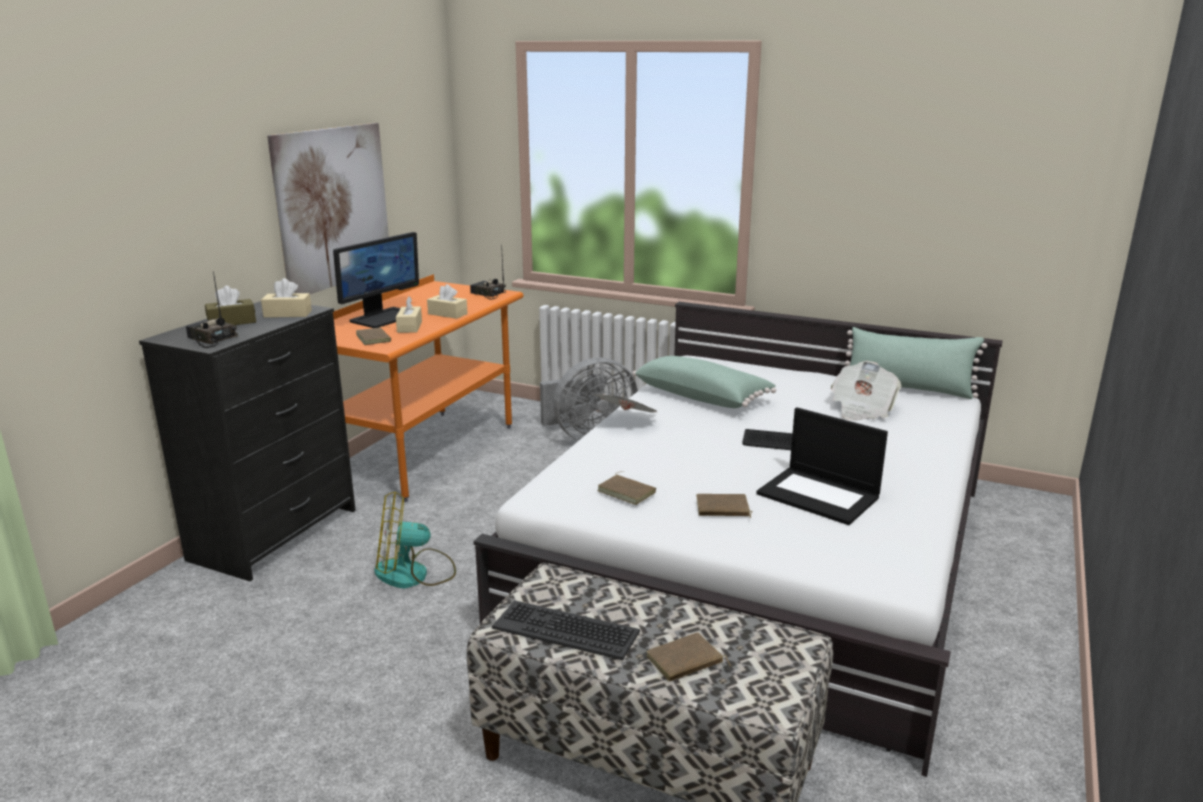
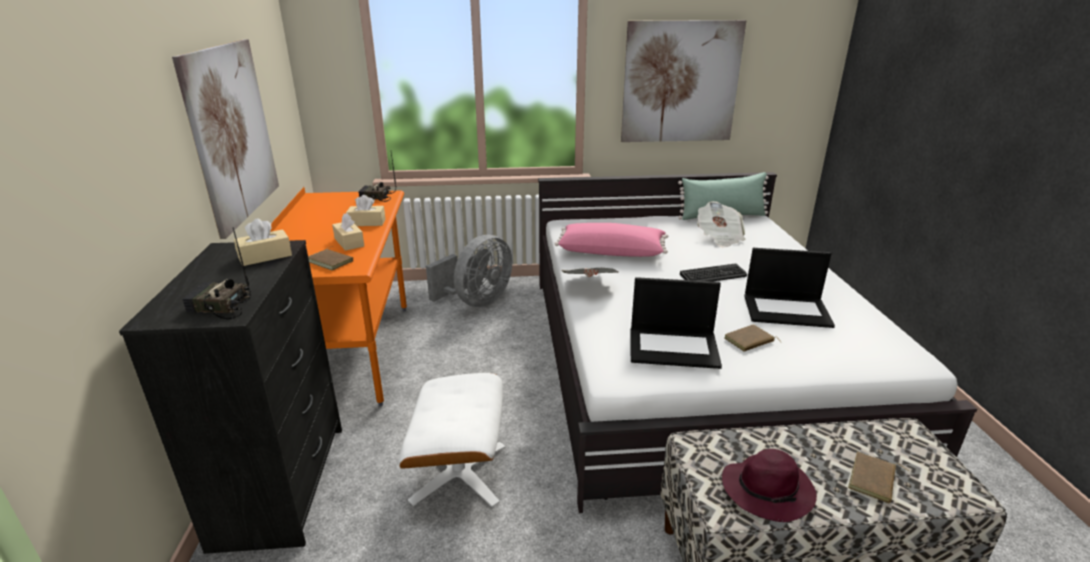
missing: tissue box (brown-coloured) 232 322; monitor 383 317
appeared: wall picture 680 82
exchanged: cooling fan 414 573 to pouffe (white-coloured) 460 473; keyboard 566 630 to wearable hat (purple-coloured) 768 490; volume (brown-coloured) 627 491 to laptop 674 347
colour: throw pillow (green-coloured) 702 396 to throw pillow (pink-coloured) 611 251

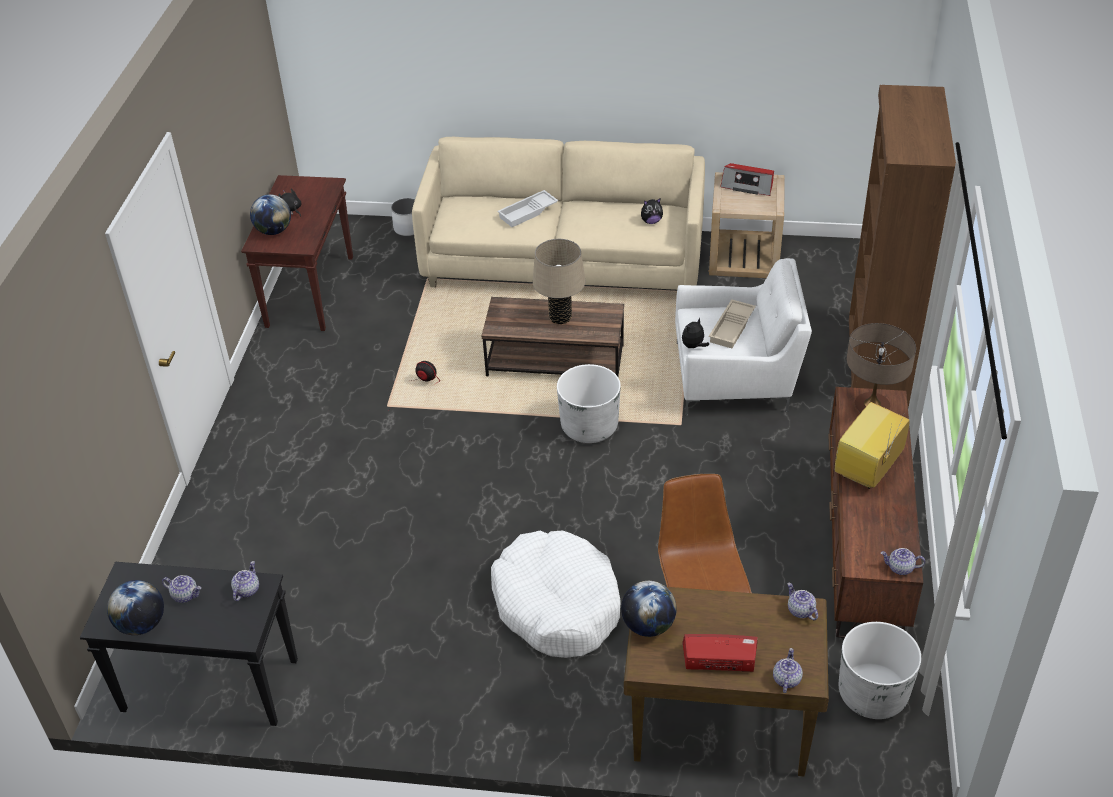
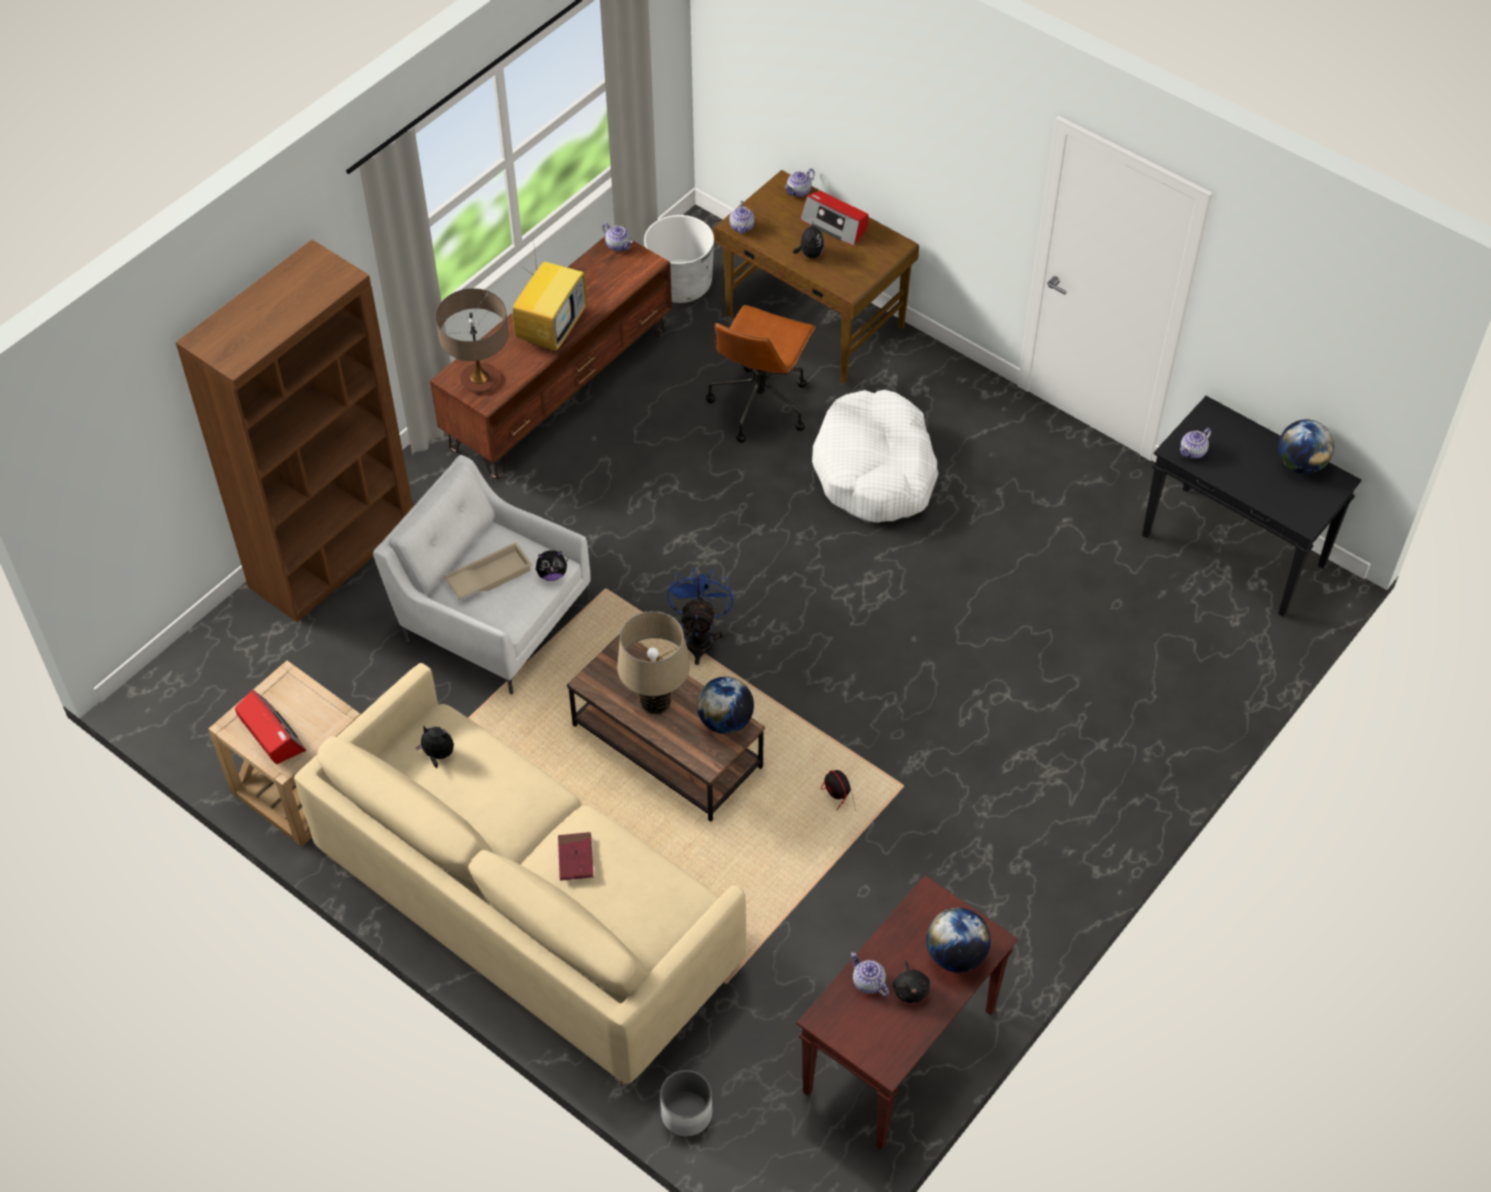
appeared: cuddly toy 809 254
relocated: tea pot 185 595 to 868 982; globe 648 625 to 725 721
exchanged: serving tray (white-coloured) 528 212 to volume (red) 575 858; flower pot (white-coloured) 589 426 to cooling fan (bluish) 700 637
spun: TV 868 470 = 552 328 45 degrees counterclockwise

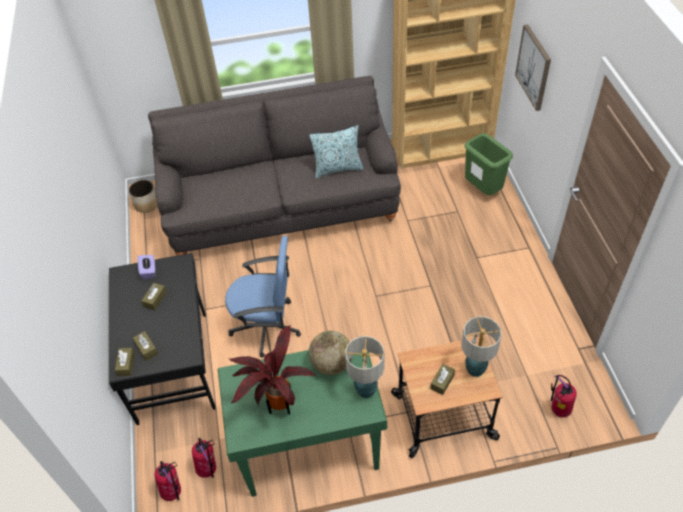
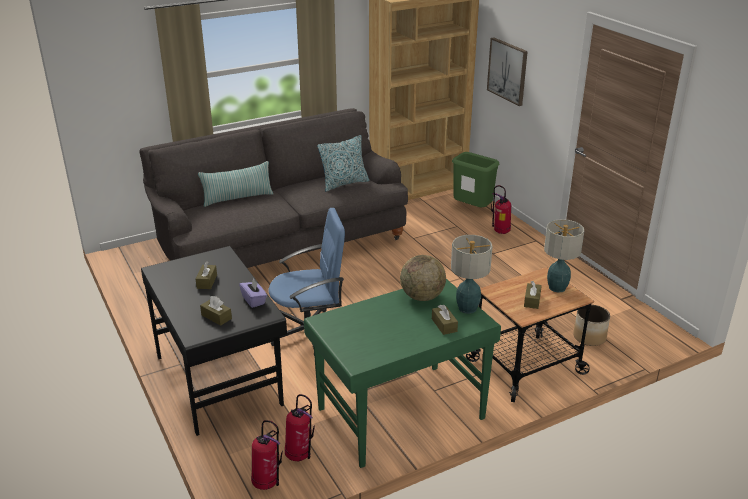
missing: houseplant 278 403
appeared: throw pillow 238 198
relocated: tissue box (brown-coloured) 126 364 to 444 325; flower pot 146 204 to 589 337; tissue box (purple-coloured) 149 271 to 254 300; fire extinguisher 558 410 to 500 232

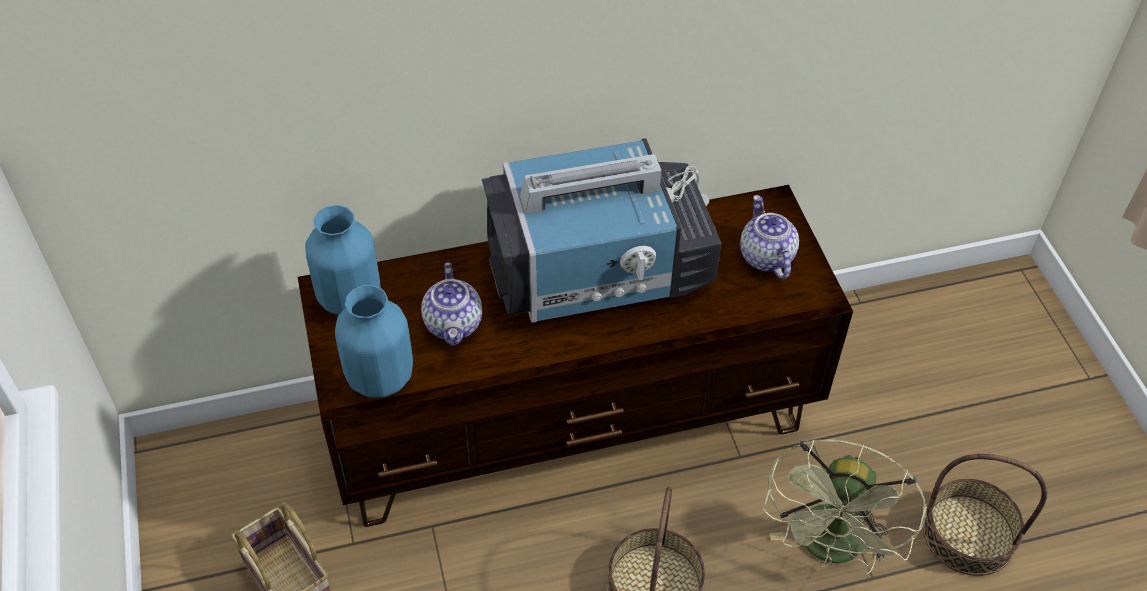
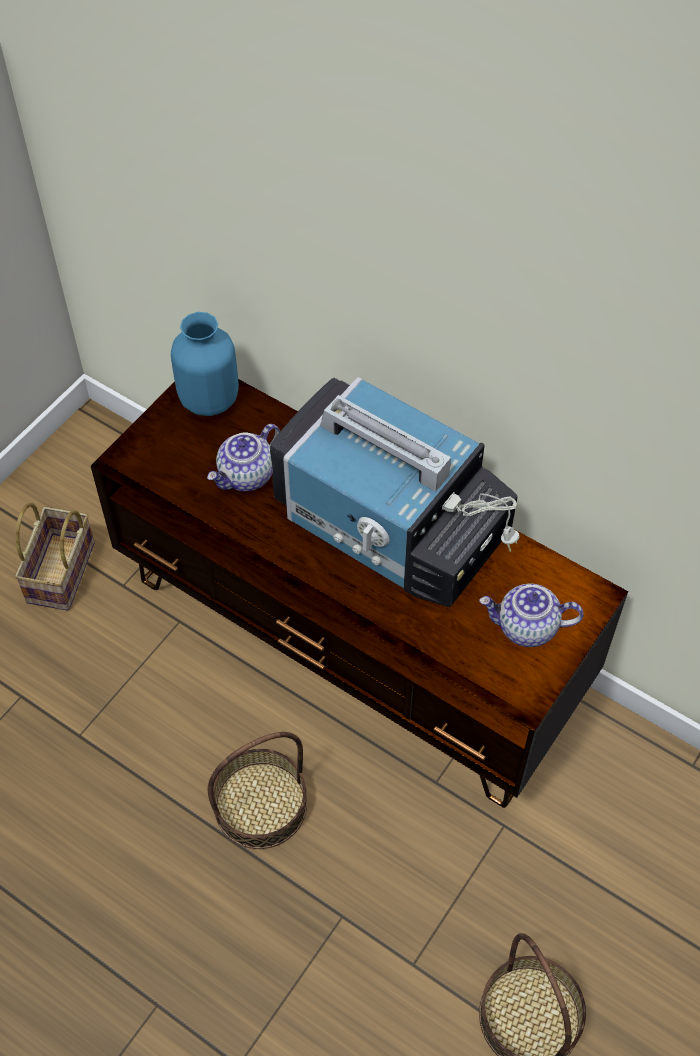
missing: vase (bluish) 379 378; cooling fan (green-coloured) 831 549
spun: tea pot 765 256 = 526 628 120 degrees counterclockwise

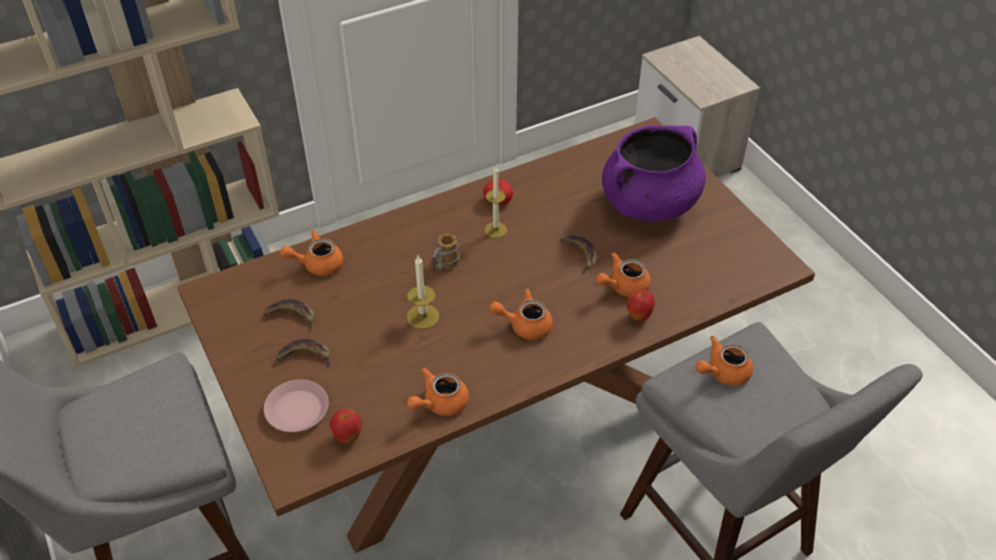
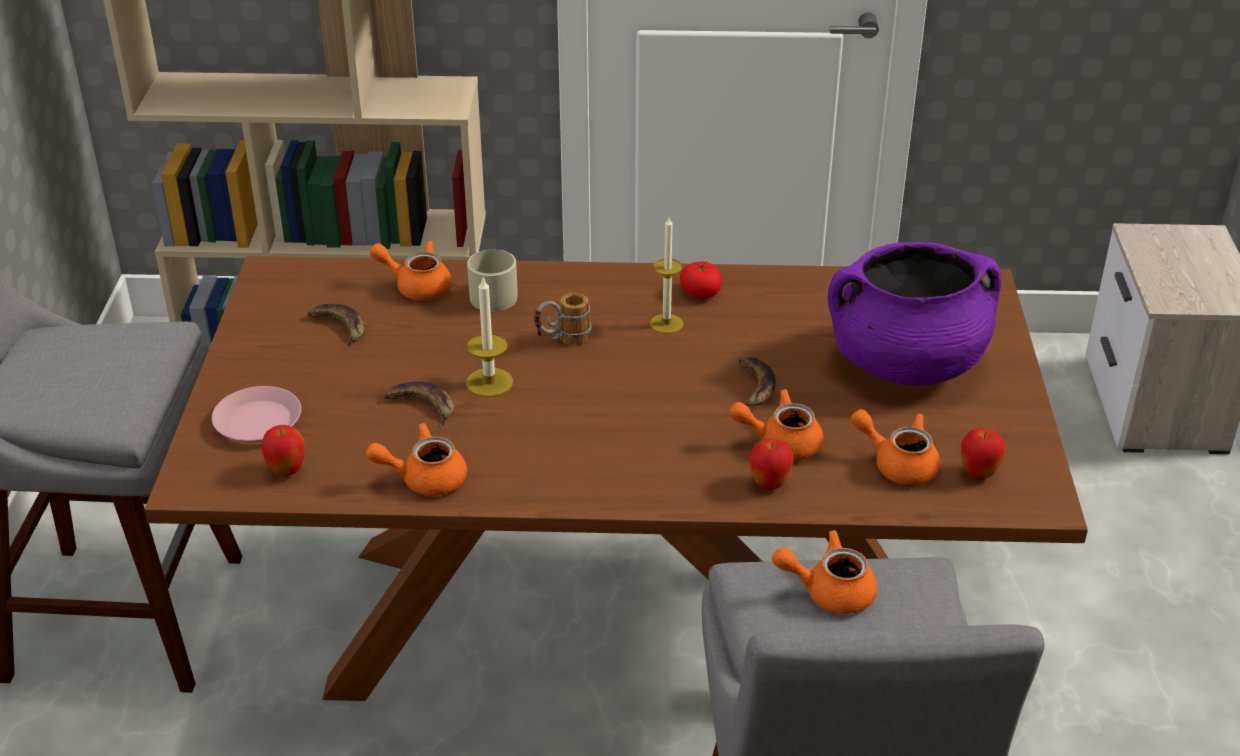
appeared: tea mug (sand-coloured) 495 294; whole apple 978 474
relocated: banana 304 356 to 421 406; tea pot (orange-coloured) 524 325 to 897 464

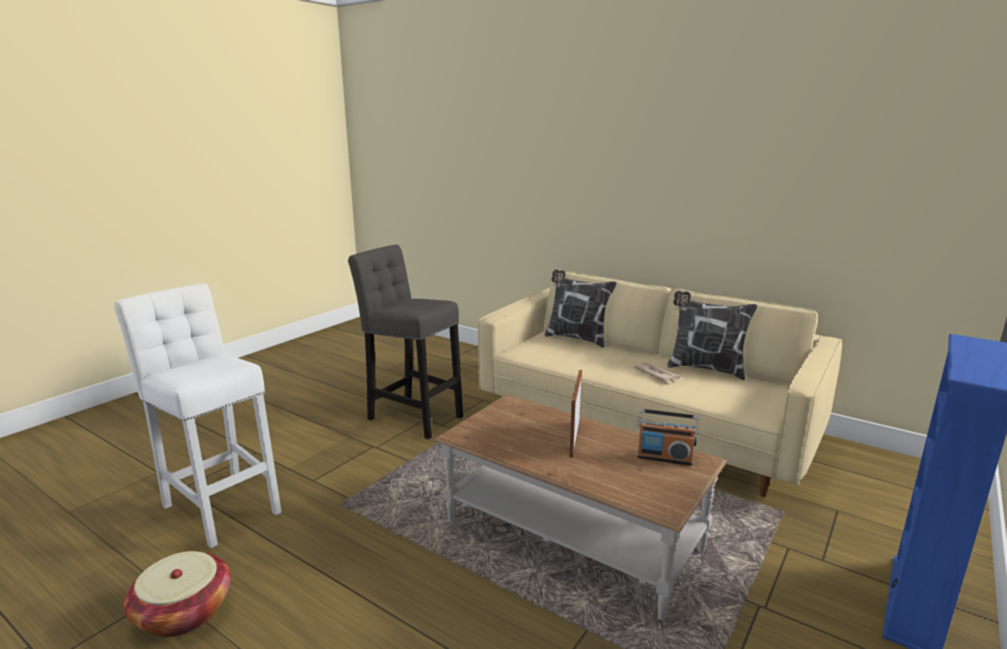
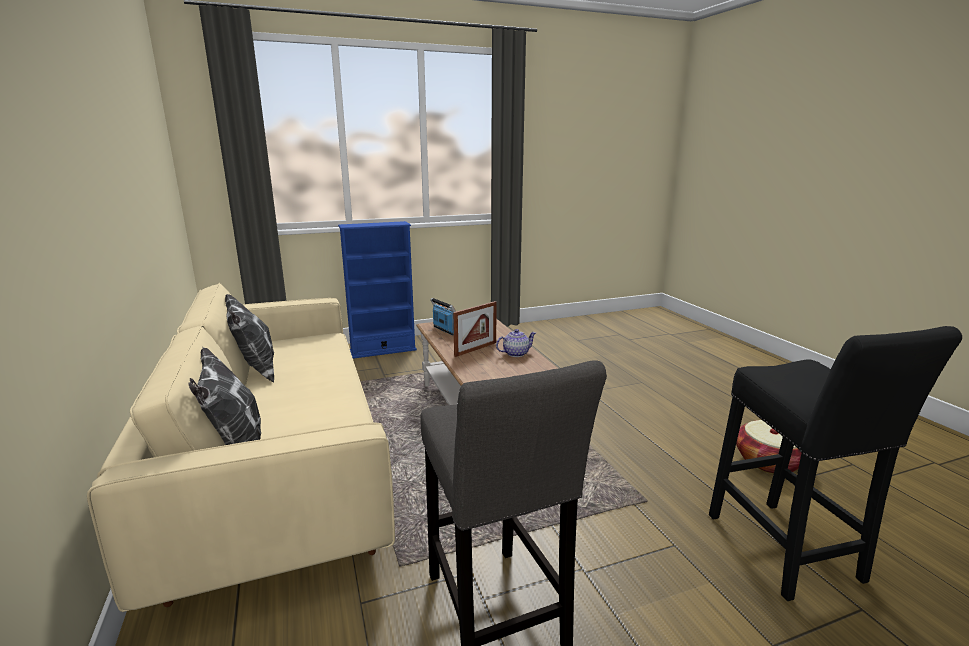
missing: daily paper 657 374
appeared: tea pot 515 353
colour: stool (white-coloured) 220 505 to stool (blackish) 786 552

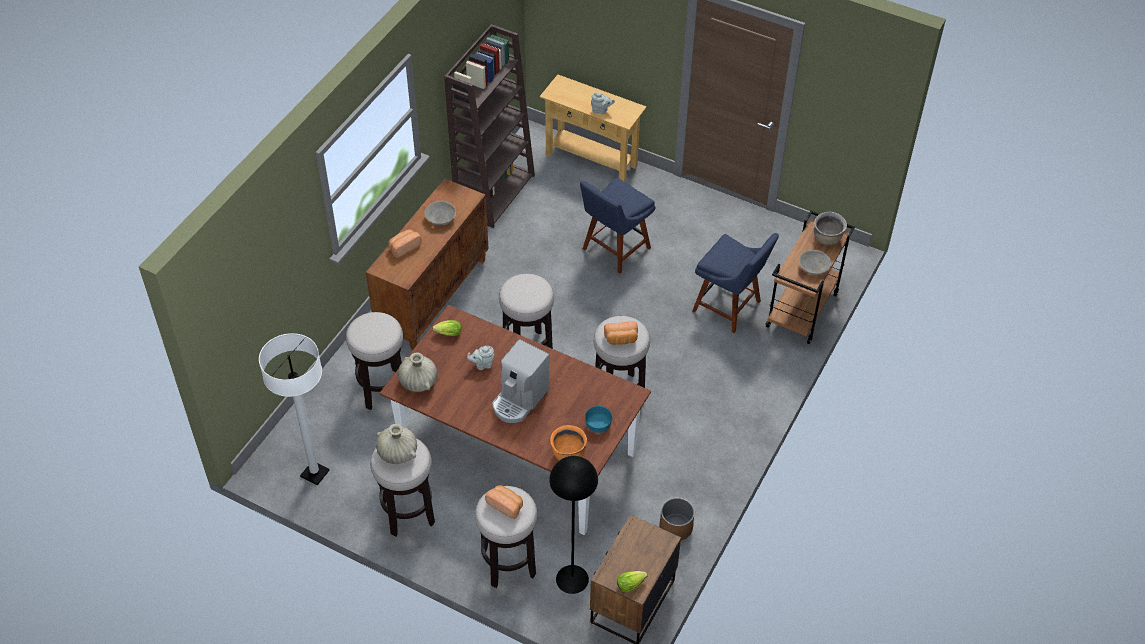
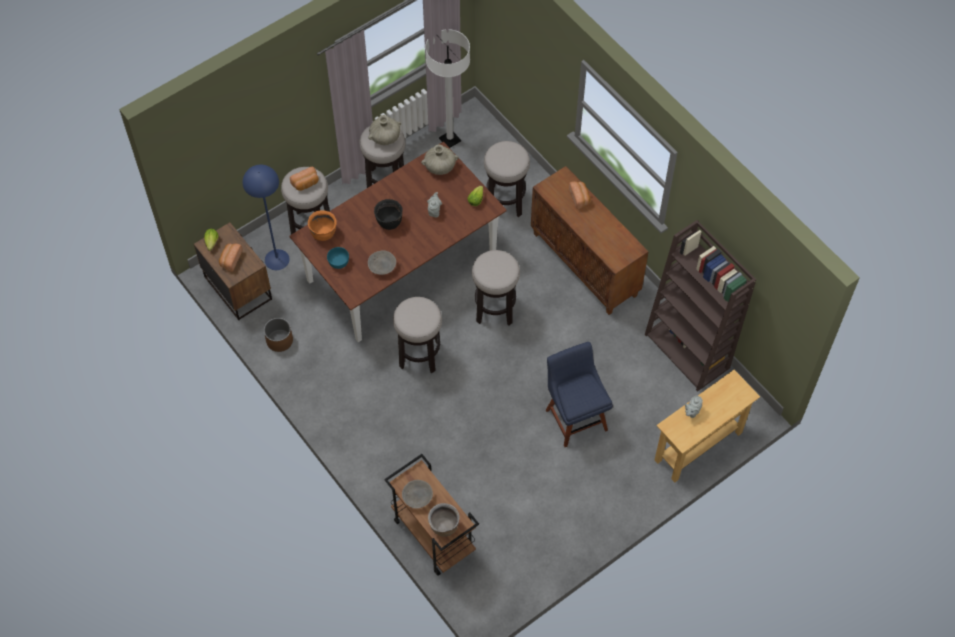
missing: chair (bluish) 729 308
relocated: serving bowl (grey) 440 218 to 382 266; bakery bread 621 339 to 230 260
exchanged: coffee maker 519 399 to stockpot (blackish) 389 222
colour: standard lamp (blackish) 572 579 to standard lamp (bluish) 277 259

